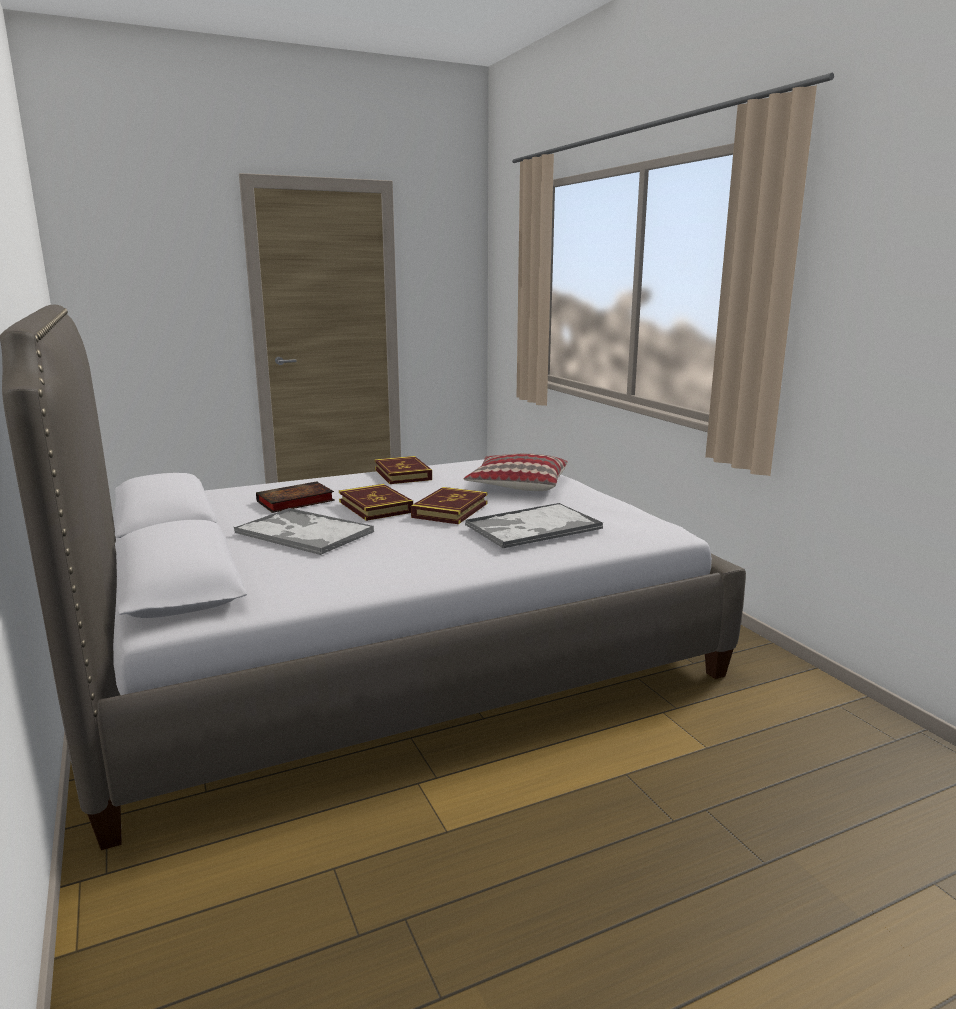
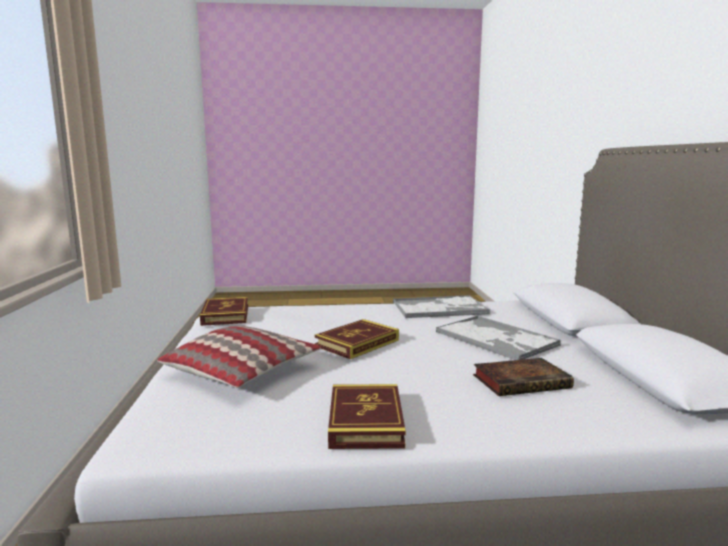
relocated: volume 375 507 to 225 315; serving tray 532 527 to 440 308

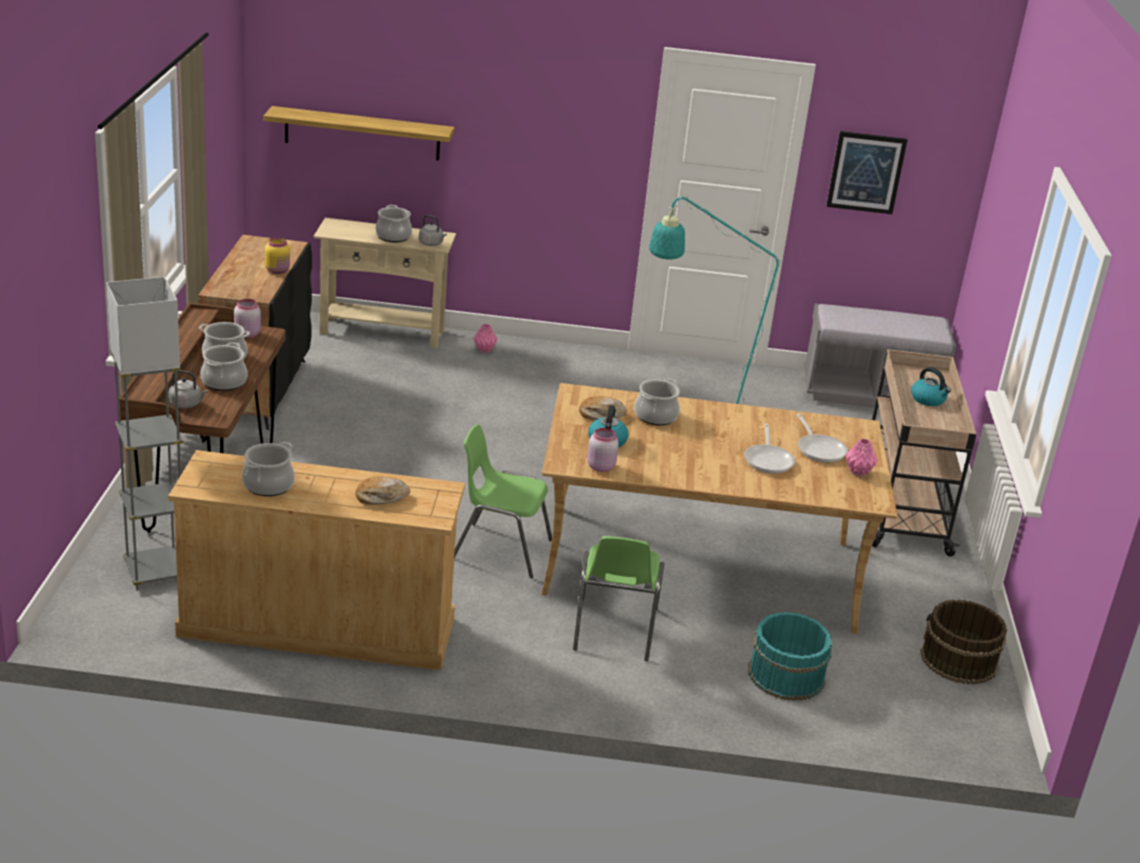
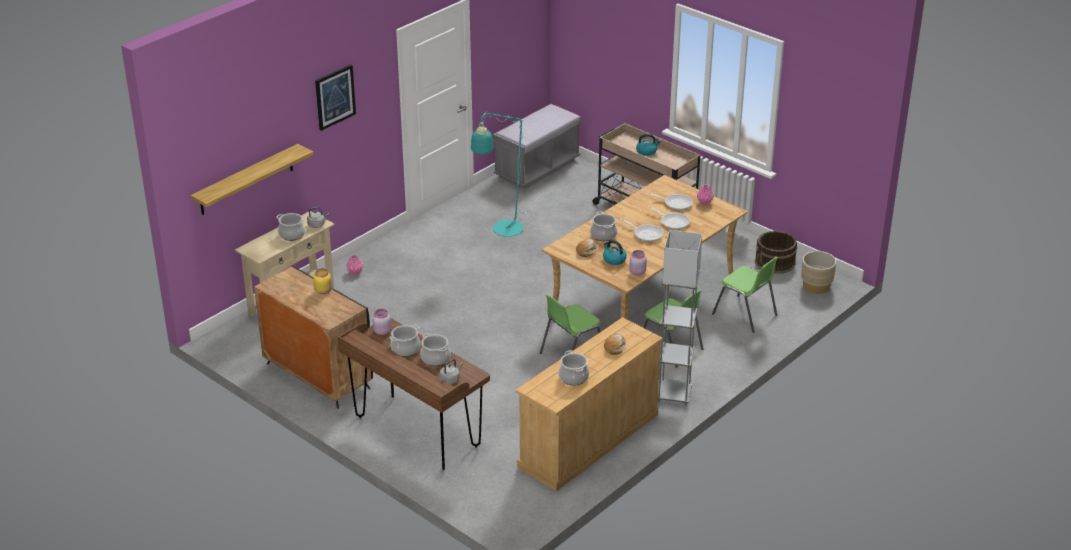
appeared: frying pan 646 234; flower pot (sand-coloured) 816 286
relocated: standard lamp (grey) 155 572 to 673 395; wall picture 866 172 to 335 97
exchanged: bucket (blue-green) 785 674 to chair (green-coloured) 745 315

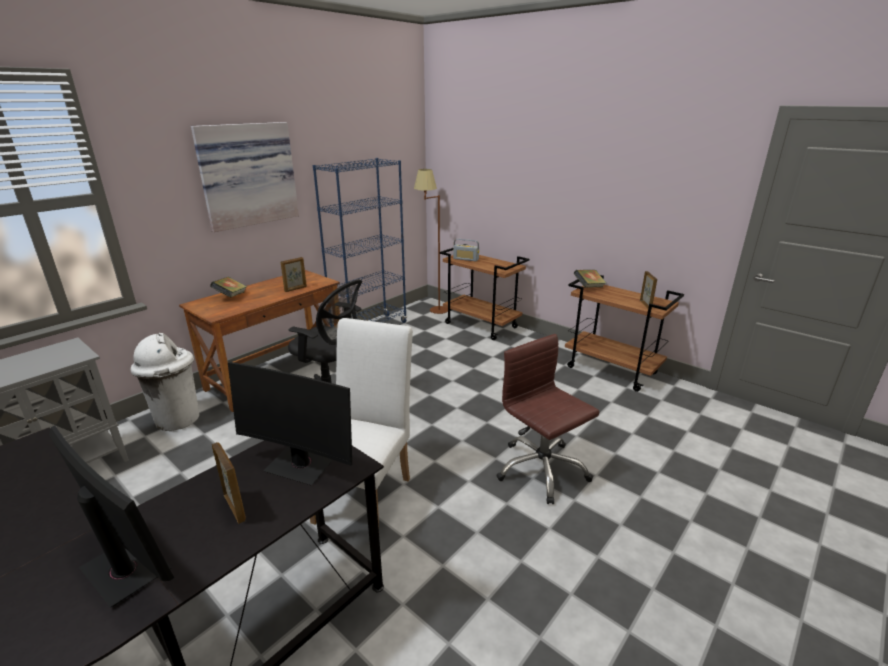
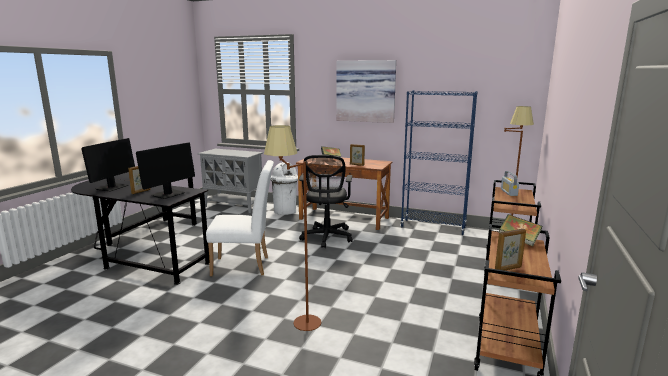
exchanged: computer chair (brown-coloured) 541 470 to standard lamp (brown-coloured) 295 320
spun: monitor 301 465 = 168 194 150 degrees counterclockwise

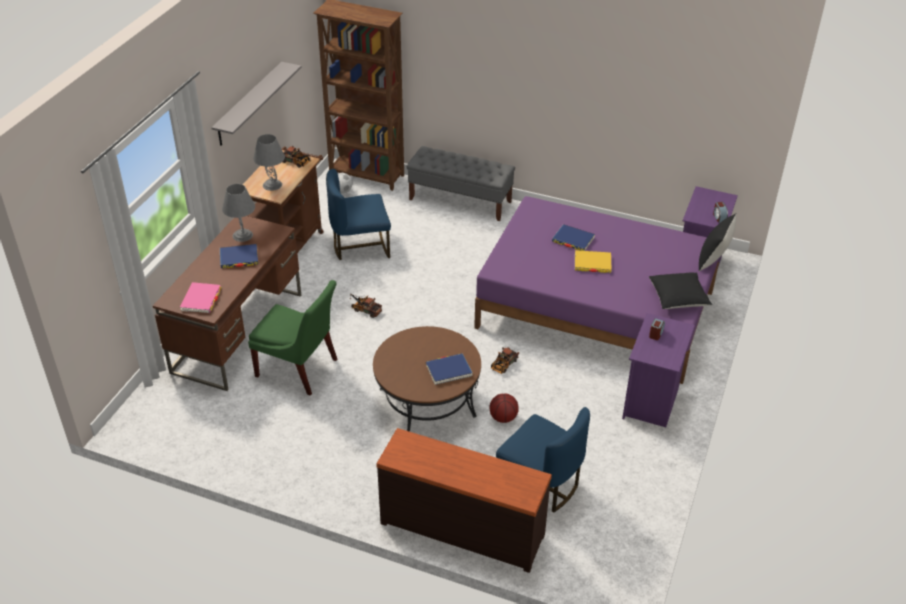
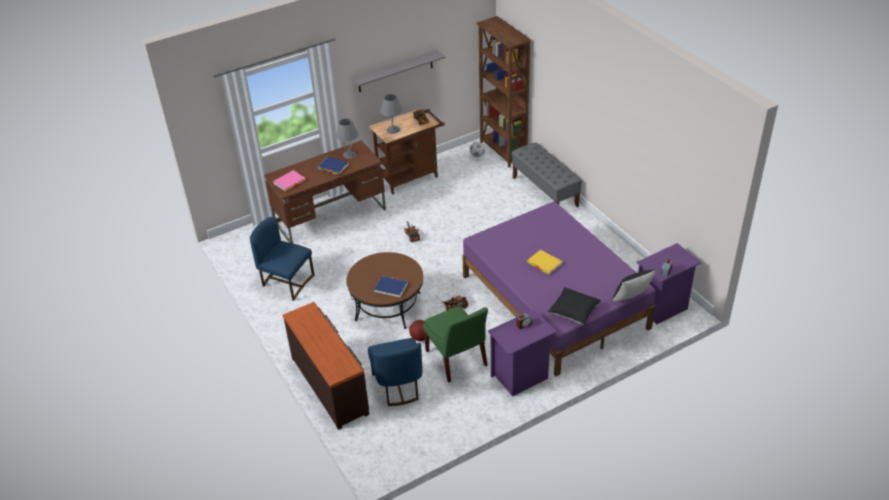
missing: volume (bluish) 573 240
relocated: chair (green-coloured) 299 369 to 457 360; chair (bluish) 360 246 to 286 282

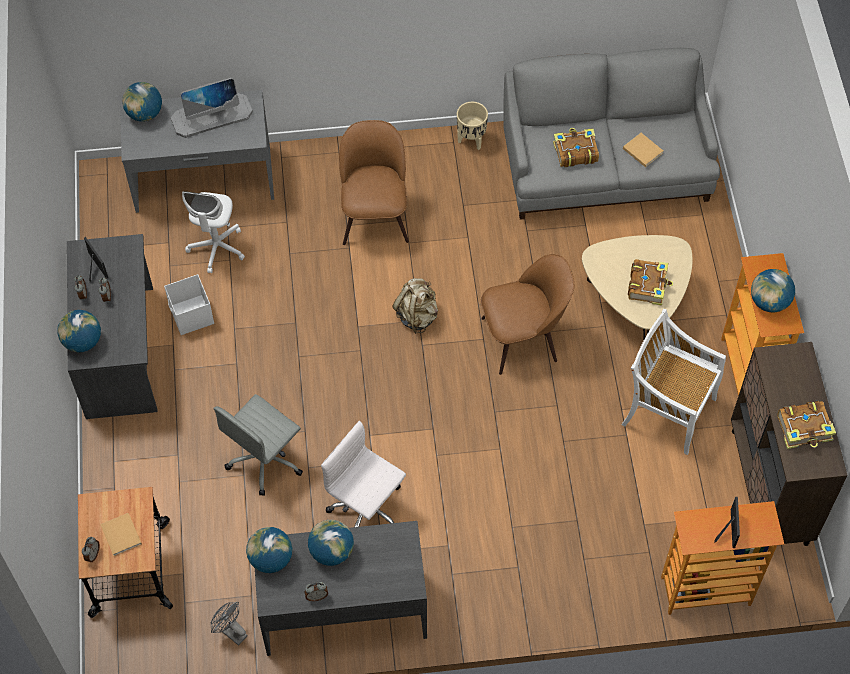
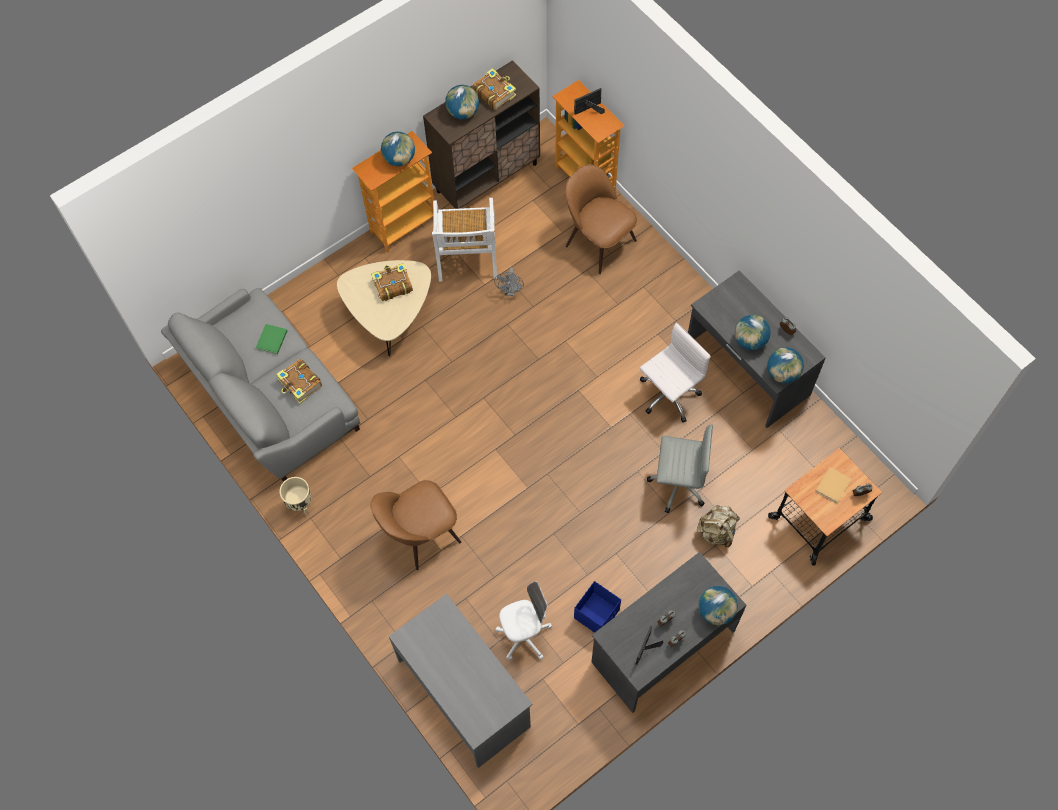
missing: monitor 212 115
relocated: globe 144 114 to 463 112; cooling fan (grey) 231 632 to 510 291; knapsack (sand-coloured) 417 315 to 717 531; chair (brown-coloured) 523 338 to 598 241
colour: storage bin (white-coloured) 191 316 to storage bin (bluish) 597 614; volume (sand-coloured) 642 150 to volume (green-coloured) 271 340
spun: computer chair (white-coloured) 367 510 = 668 395 135 degrees counterclockwise

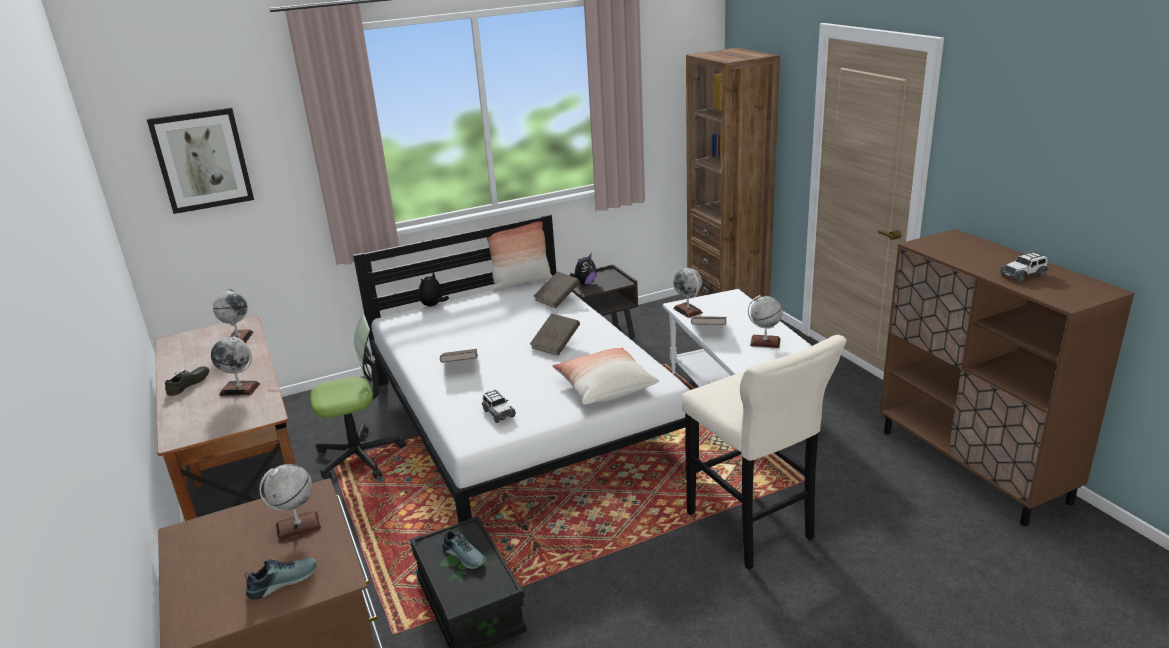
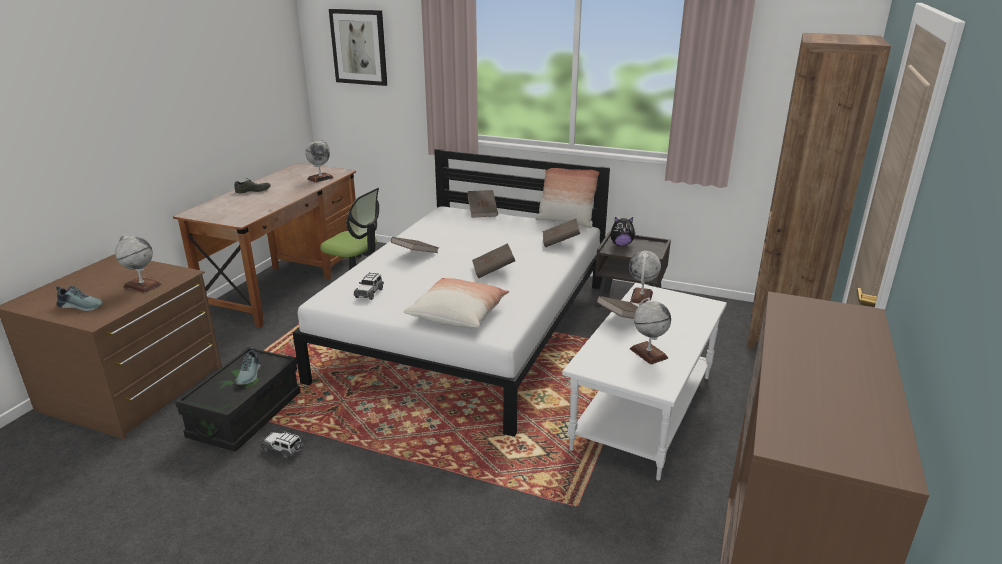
missing: globe 240 389; stool (sand-coloured) 752 529
relocated: miniature car 1023 275 to 283 449
exchanged: cuddly toy 433 305 to volume (brown-coloured) 482 212

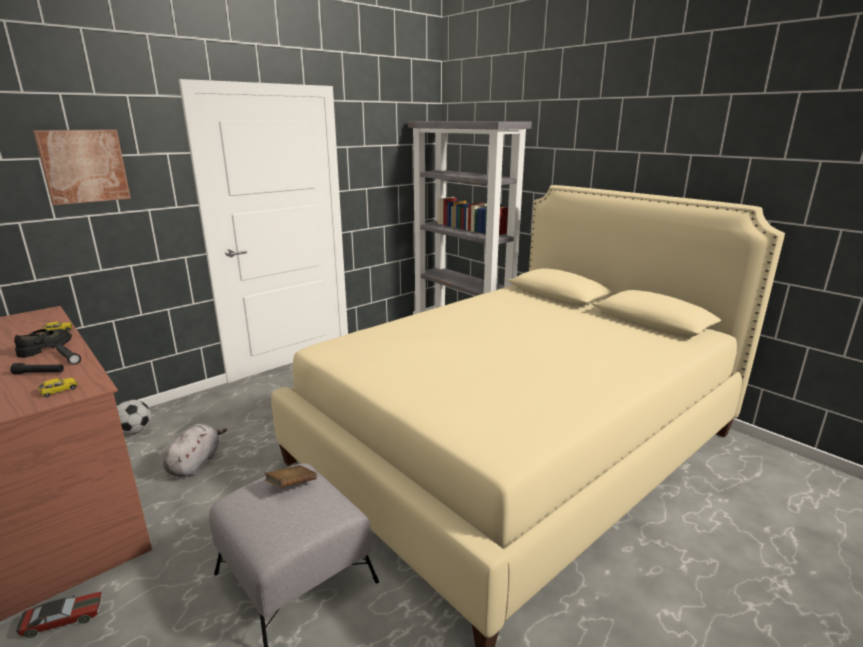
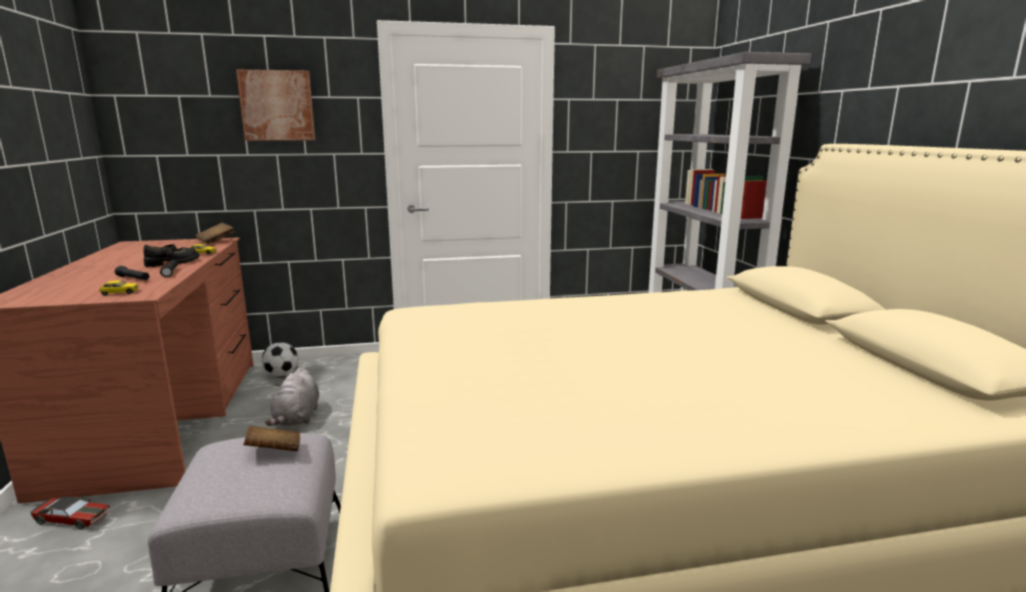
appeared: volume (brown-coloured) 216 241
spun: cuddly toy (grey) 195 463 = 297 418 135 degrees clockwise

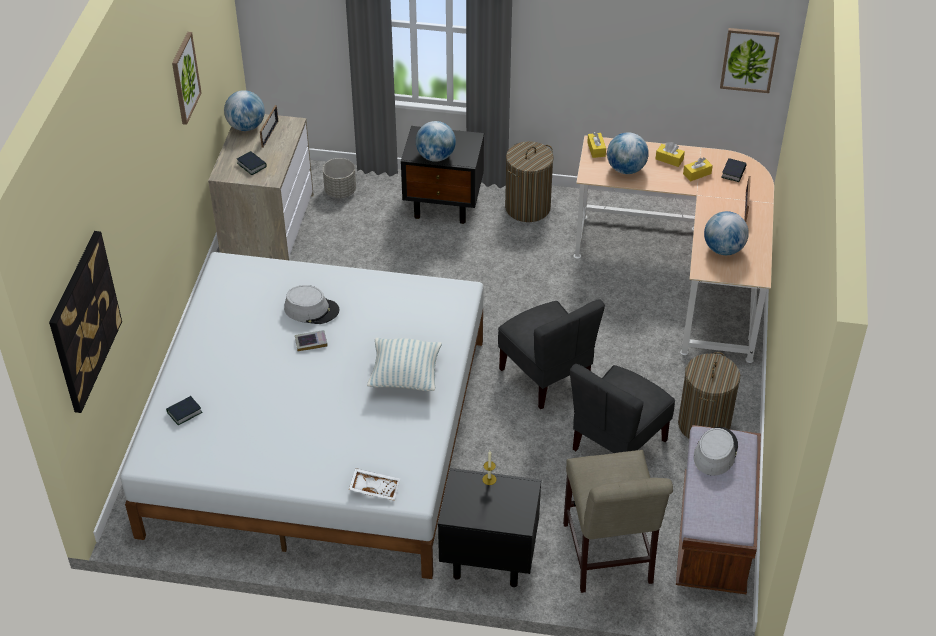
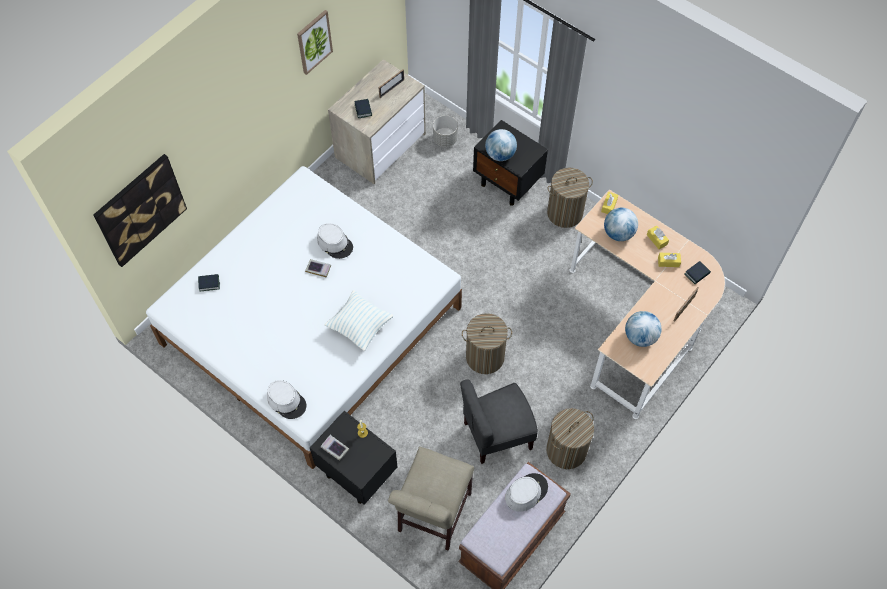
missing: globe 246 126; wall picture 749 59
appeared: volume 335 448
exchanged: serving tray (white-coloured) 375 487 to wearable hat (grey) 286 401; chair (grey) 546 376 to laundry basket 485 357

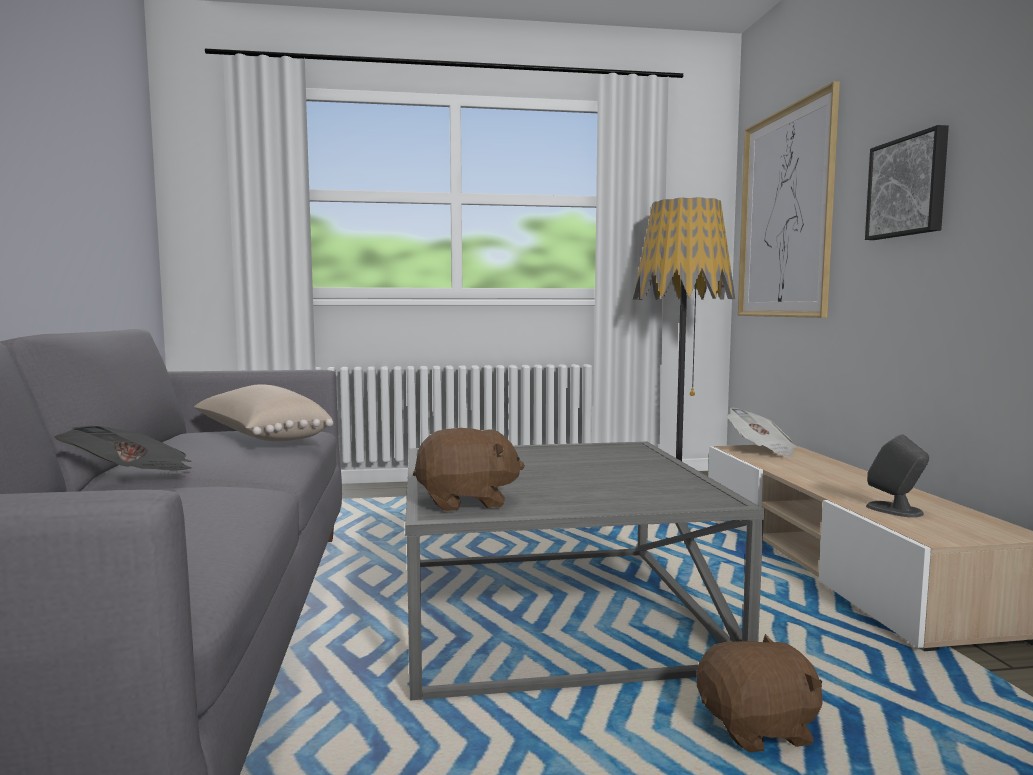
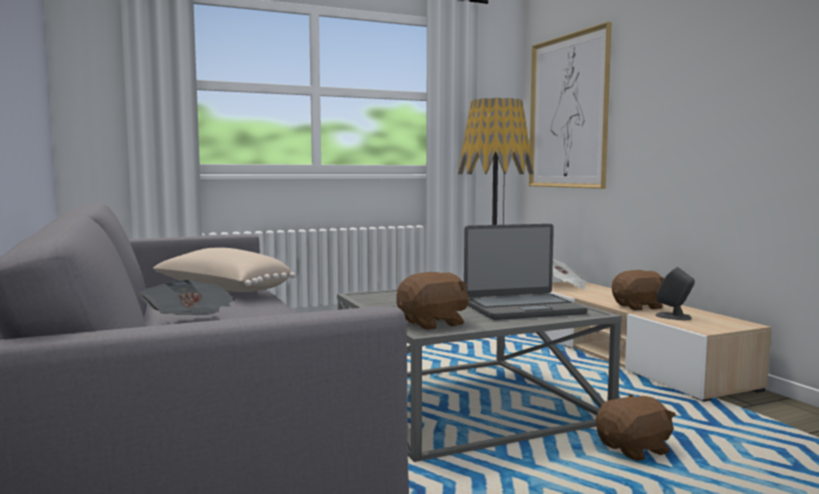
missing: wall picture 908 187
appeared: laptop 522 308; cuddly toy (brown-coloured) 639 307

